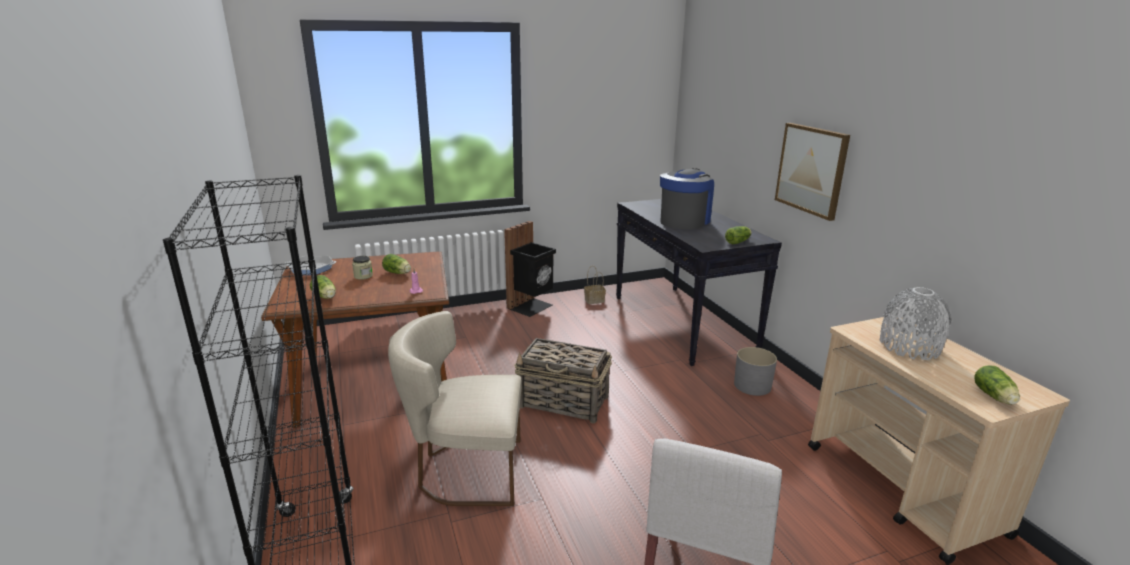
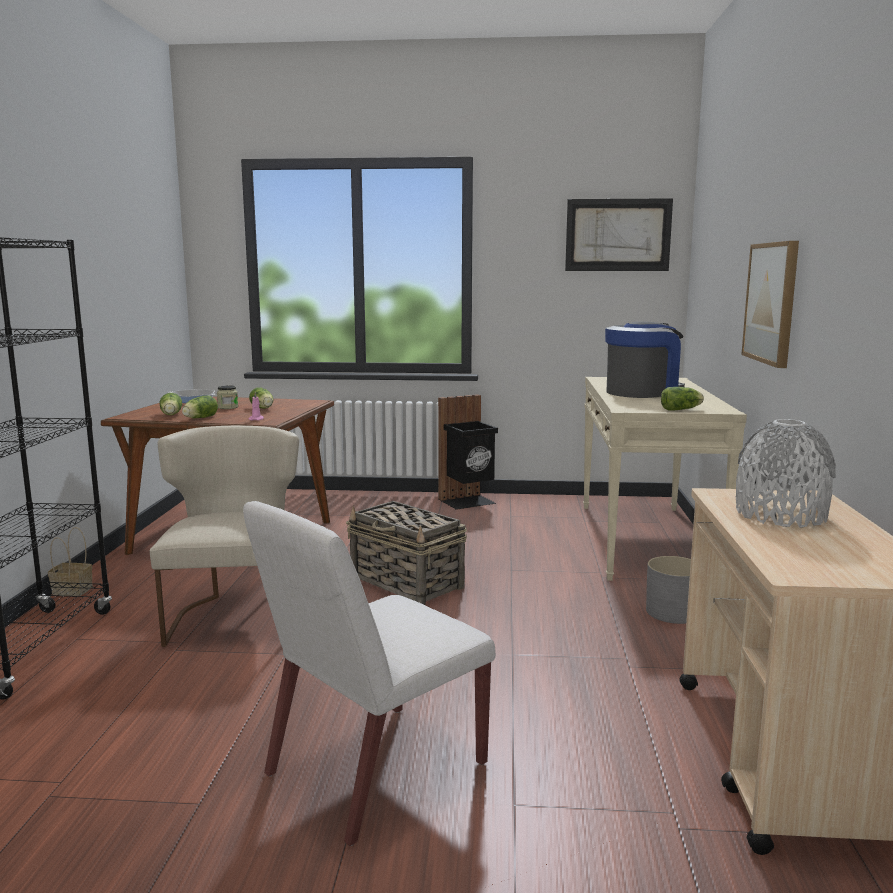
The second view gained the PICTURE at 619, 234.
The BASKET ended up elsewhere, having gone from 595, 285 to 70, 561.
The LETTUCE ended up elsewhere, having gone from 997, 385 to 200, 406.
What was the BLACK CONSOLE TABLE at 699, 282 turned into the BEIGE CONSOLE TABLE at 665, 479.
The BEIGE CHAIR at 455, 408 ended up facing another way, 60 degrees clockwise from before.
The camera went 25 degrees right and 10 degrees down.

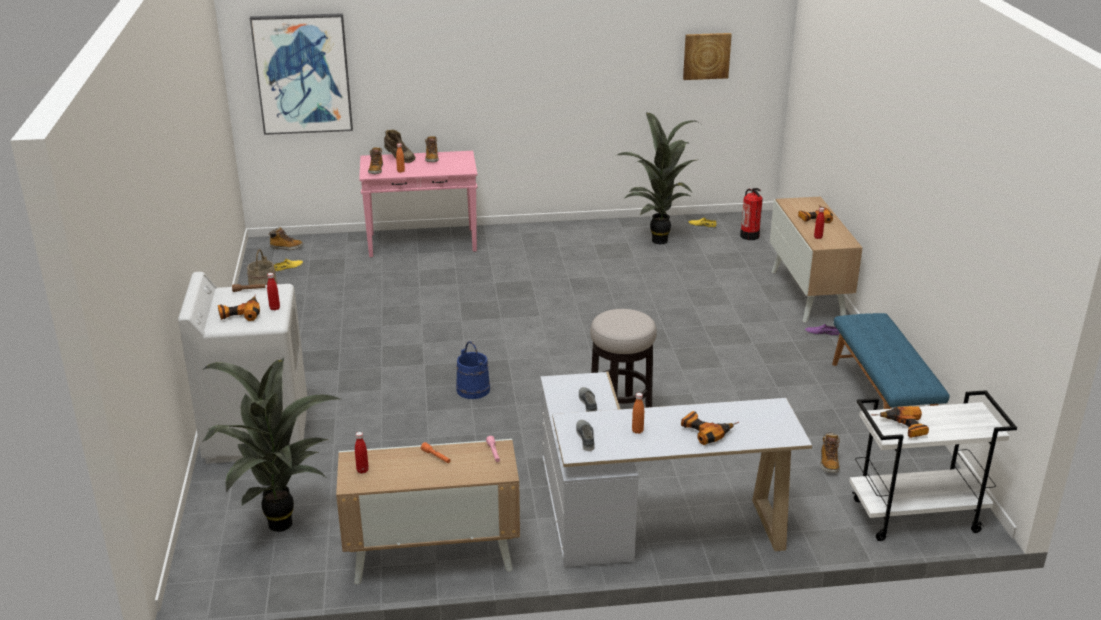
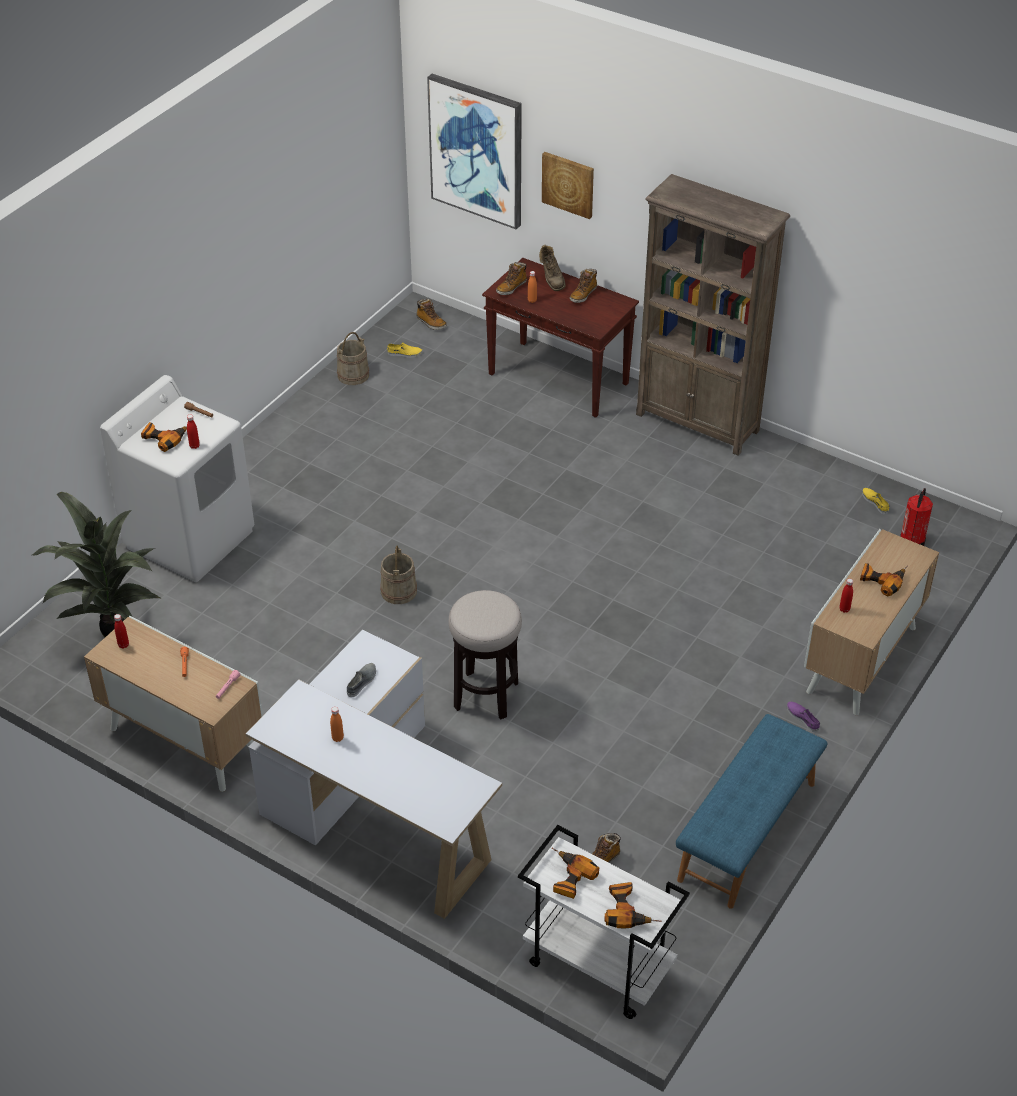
The second view lost the GREY SHOE at 585, 435.
The second view lost the POTTED PLANT at 657, 178.
The second view gained the BROWN BOOKCASE at 713, 315.
The POWER DRILL ended up elsewhere, having gone from 710, 428 to 632, 905.
The PICTURE ended up elsewhere, having gone from 707, 56 to 568, 185.
What was the PINK CONSOLE TABLE at 418, 204 turned into the BROWN CONSOLE TABLE at 560, 337.
What was the BLUE BUCKET at 473, 370 turned into the BEIGE BUCKET at 398, 574.
The camera went 40 degrees right and 15 degrees up.

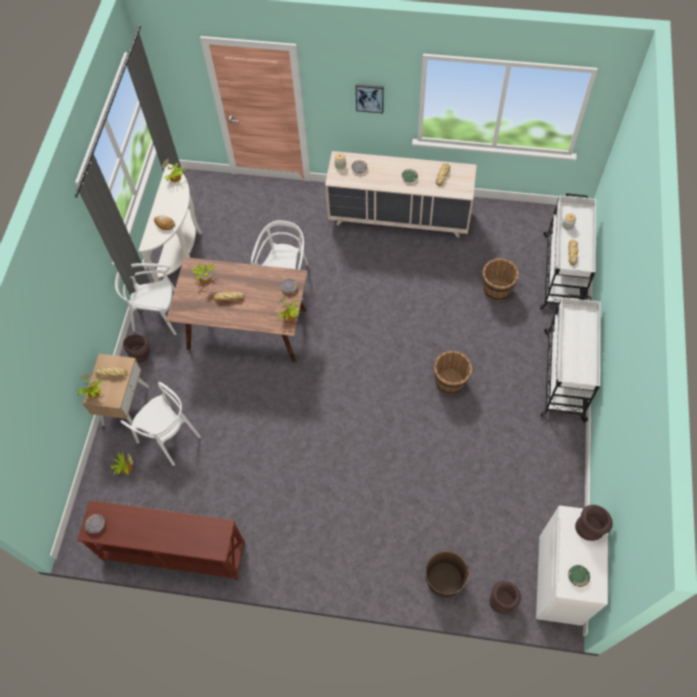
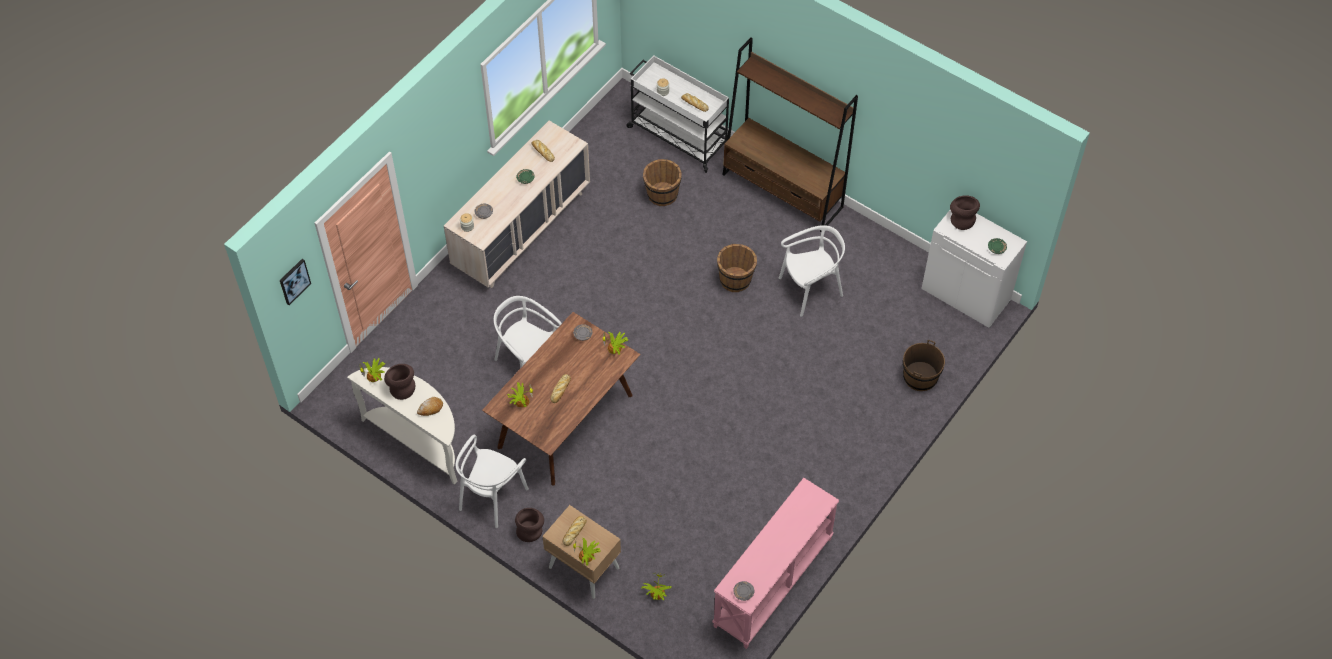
The WHITE CHAIR ended up elsewhere, having gone from 160, 424 to 812, 271.
The PICTURE ended up elsewhere, having gone from 370, 98 to 295, 282.
The BROWN VASE ended up elsewhere, having gone from 505, 597 to 399, 382.
Where the WHITE CART stood at 570, 358, the BROWN BOOKCASE came to stand at 790, 134.
What was the BROWN CONSOLE TABLE at 161, 540 turned into the PINK CONSOLE TABLE at 776, 563.
The camera went 65 degrees left and 5 degrees down.

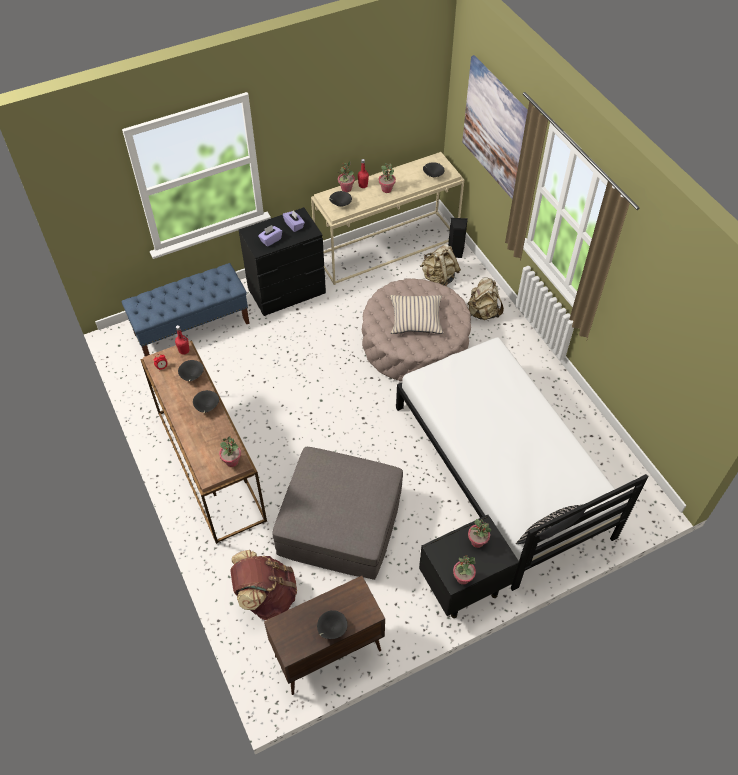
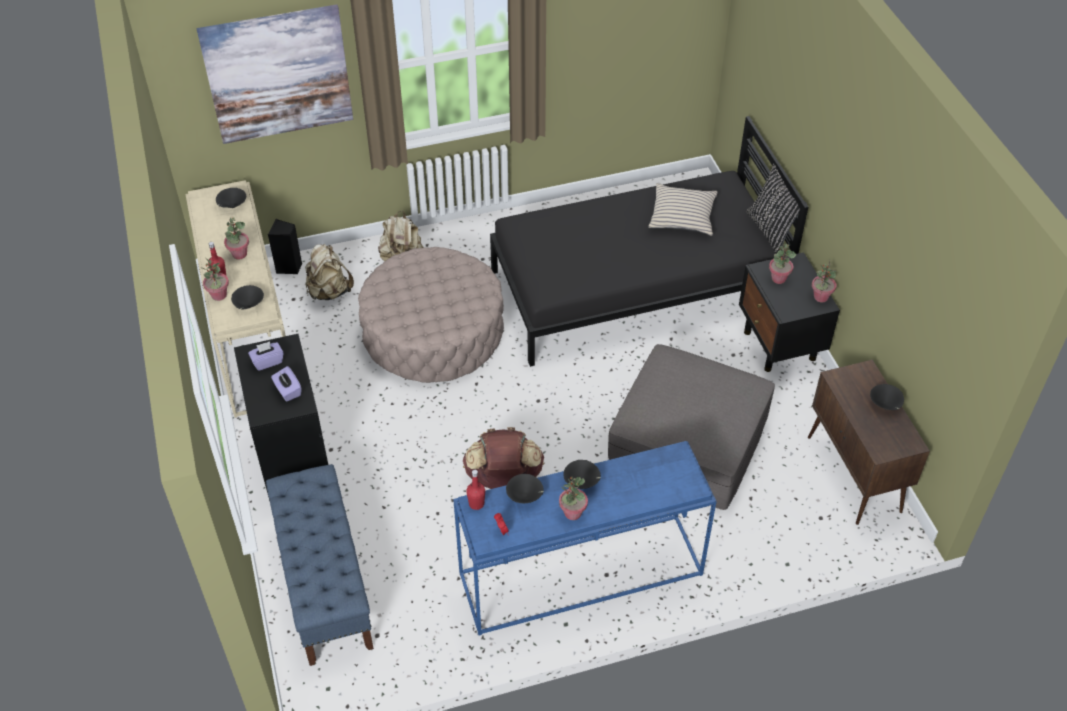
The POTTED PLANT ended up elsewhere, having gone from 230, 451 to 573, 498.
The BROWN BACKPACK ended up elsewhere, having gone from 263, 585 to 503, 458.
The BEIGE PILLOW ended up elsewhere, having gone from 417, 314 to 683, 209.
What was the BROWN CONSOLE TABLE at 203, 442 turned into the BLUE CONSOLE TABLE at 585, 538.
What was the WHITE BED at 522, 464 turned into the BLACK BED at 649, 241.
The camera went 80 degrees left and 5 degrees down.

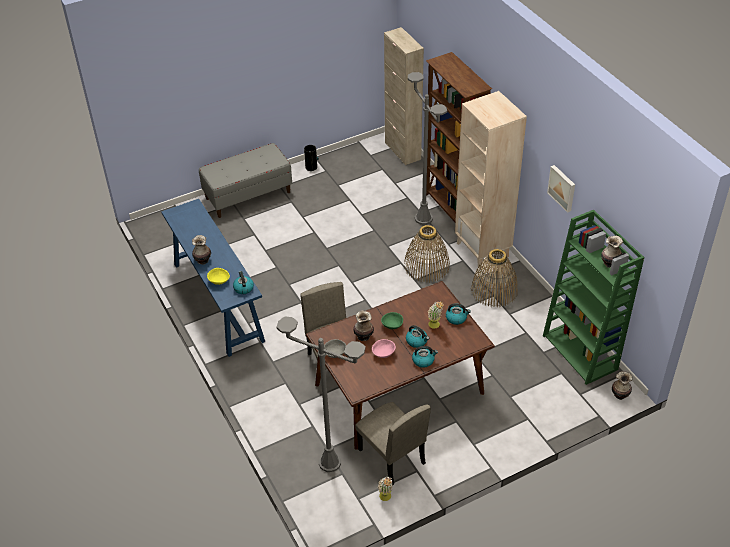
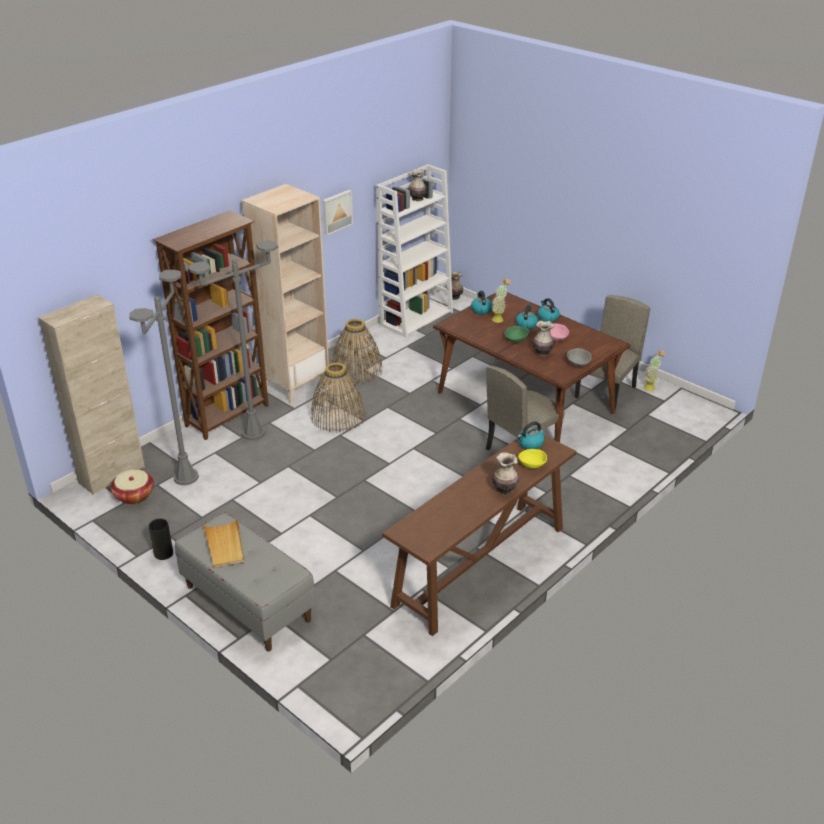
The second view gained the BASKET at 132, 487.
The second view gained the BEIGE TRAY at 223, 543.
The GREY FLOOR LAMP ended up elsewhere, having gone from 321, 394 to 164, 377.
What was the BLUE CONSOLE TABLE at 213, 278 turned into the BROWN CONSOLE TABLE at 479, 535.
What was the GREEN BOOKCASE at 593, 297 turned into the WHITE BOOKCASE at 414, 251.
The camera went 110 degrees left and 10 degrees down.

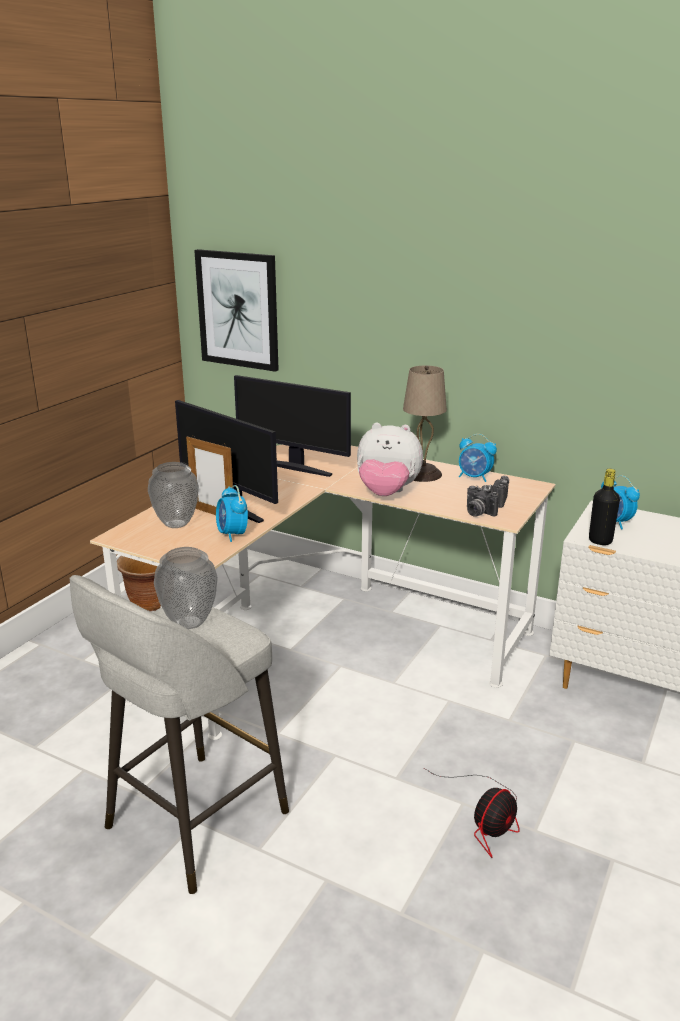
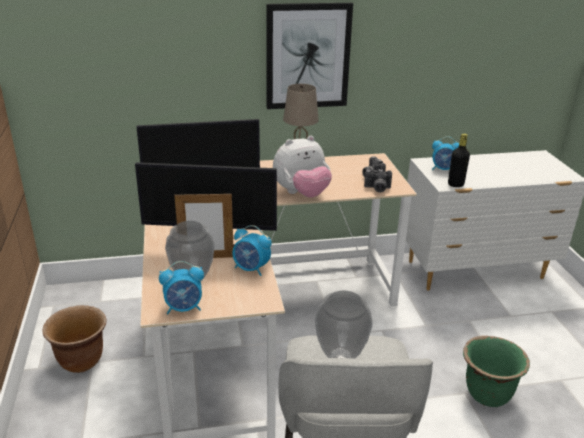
The PICTURE ended up elsewhere, having gone from 236, 310 to 309, 56.
The ALARM CLOCK ended up elsewhere, having gone from 478, 458 to 181, 288.
Where the FAN stood at 472, 813, the GREEN PLANTER came to stand at 496, 371.
The camera went 40 degrees left and 5 degrees up.

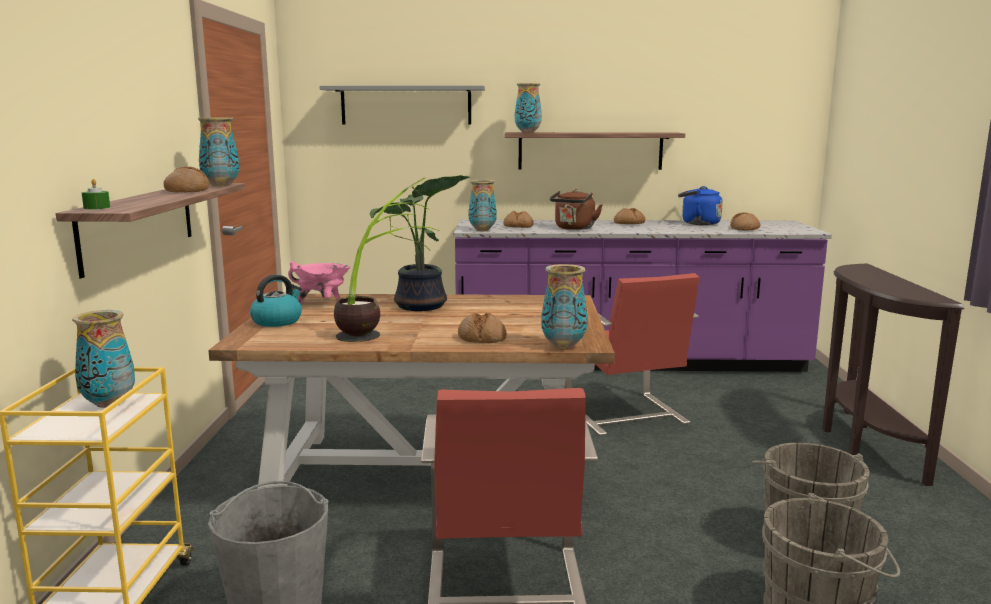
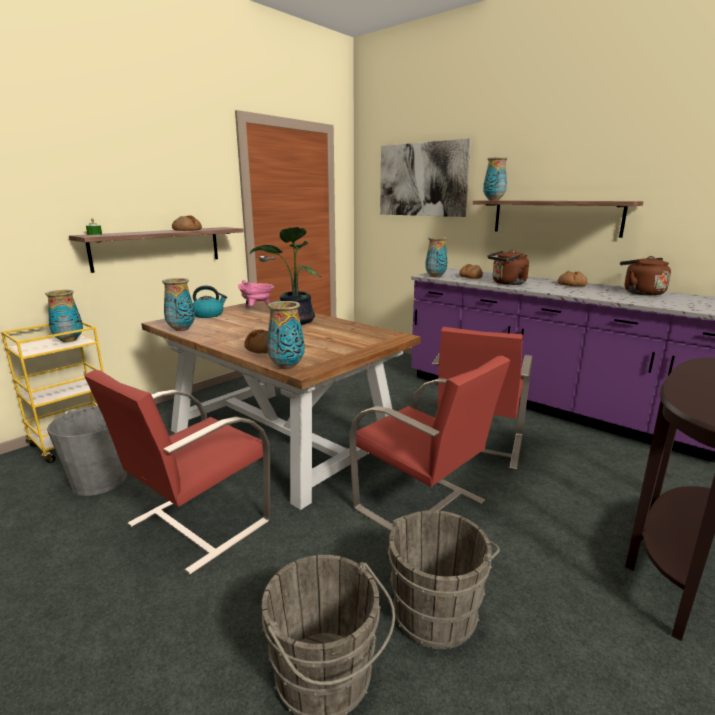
The second view lost the POTTED PLANT at 387, 260.
The second view lost the BREAD at 745, 221.
The second view gained the RED CHAIR at 430, 444.
The VASE ended up elsewhere, having gone from 219, 151 to 178, 304.
Where the GREY SHELF hung at 402, 105, the PICTURE came to hang at 425, 177.
What was the BLUE KETTLE at 700, 205 turned into the BROWN KETTLE at 645, 276.
The camera went 40 degrees right and 5 degrees up.

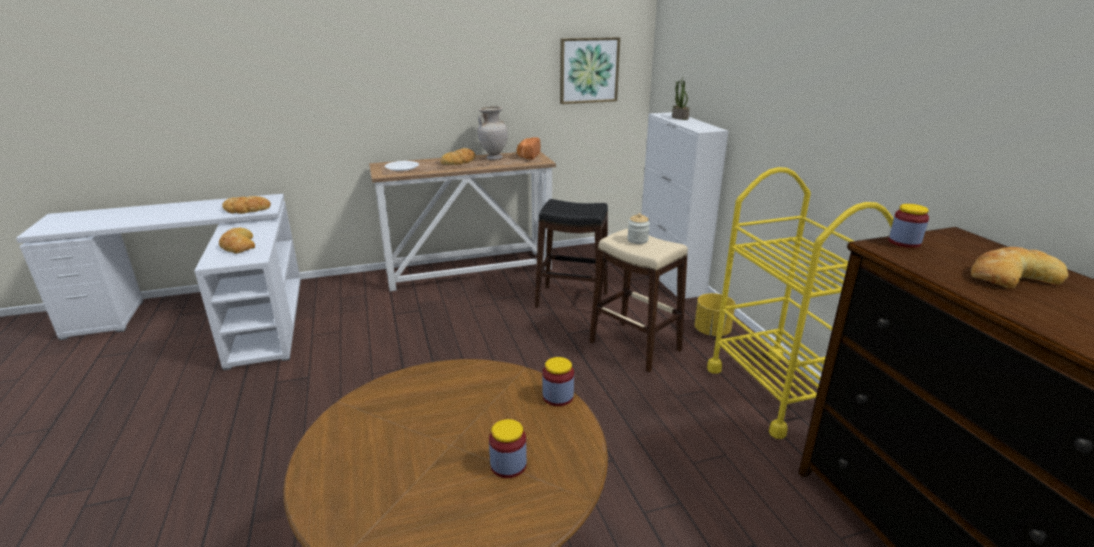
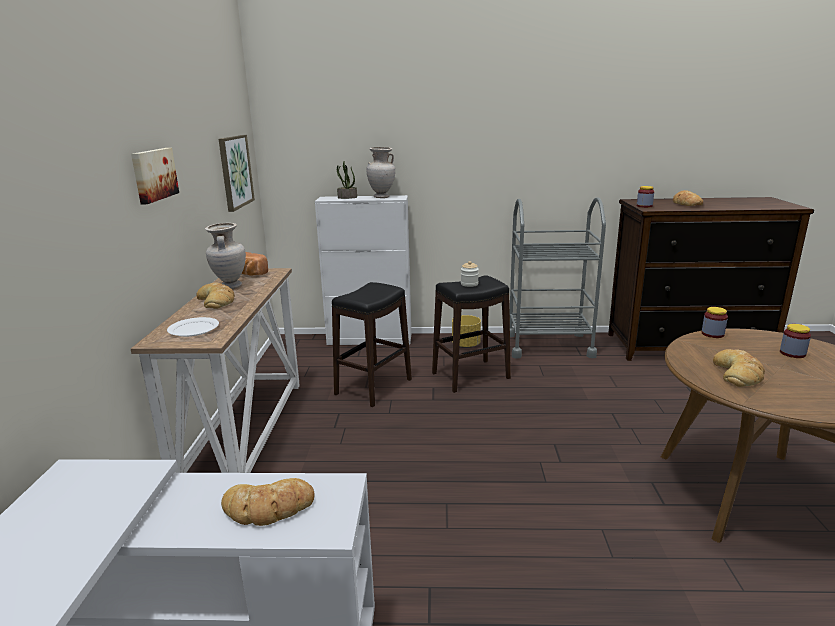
The second view gained the PICTURE at 155, 176.
The second view gained the BEIGE VASE at 380, 172.
The BREAD ended up elsewhere, having gone from 246, 205 to 739, 368.
What was the BEIGE STOOL at 638, 300 turned into the BLACK STOOL at 471, 334.
What was the YELLOW CART at 800, 303 turned into the GREY CART at 558, 278.
The camera went 70 degrees left and 5 degrees down.

